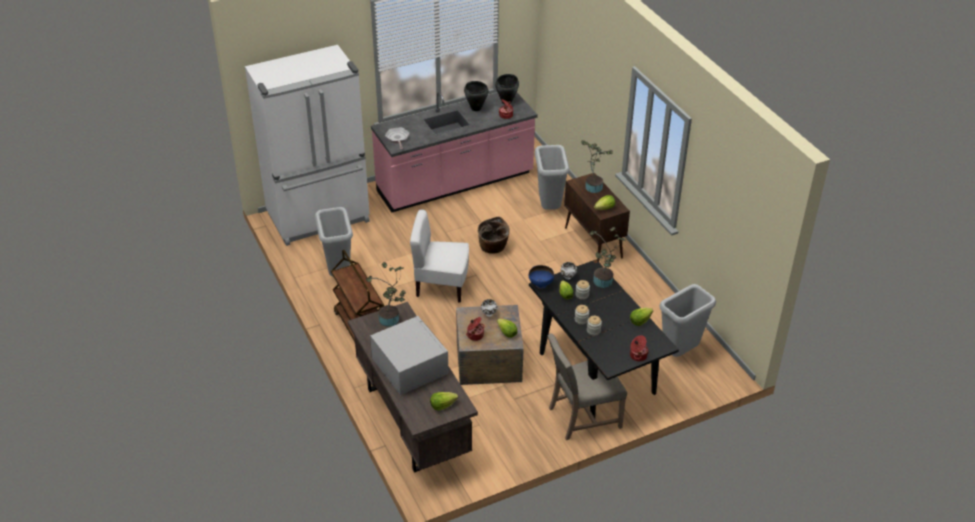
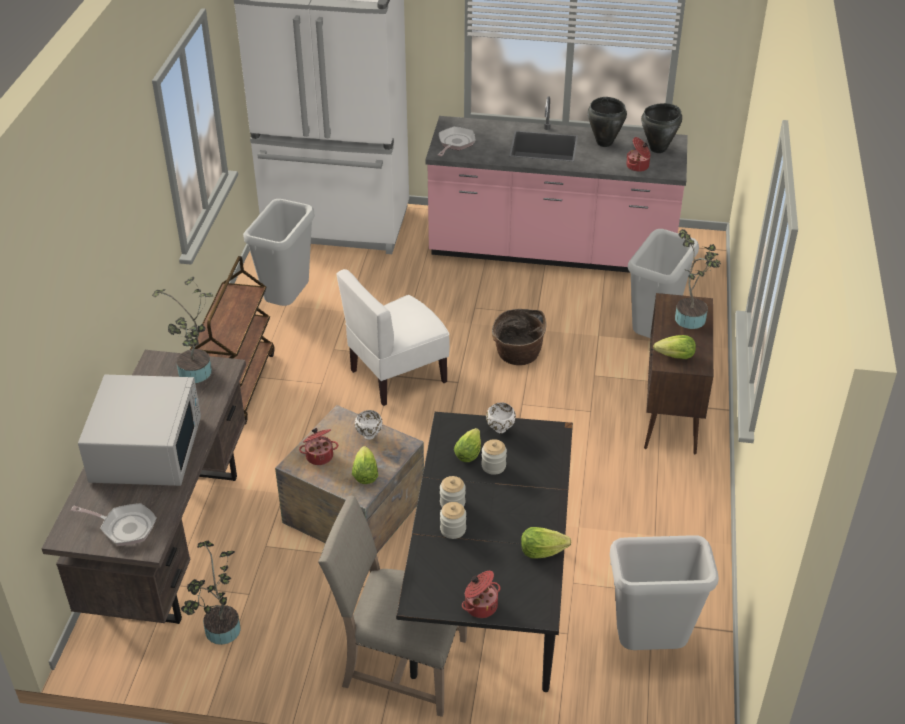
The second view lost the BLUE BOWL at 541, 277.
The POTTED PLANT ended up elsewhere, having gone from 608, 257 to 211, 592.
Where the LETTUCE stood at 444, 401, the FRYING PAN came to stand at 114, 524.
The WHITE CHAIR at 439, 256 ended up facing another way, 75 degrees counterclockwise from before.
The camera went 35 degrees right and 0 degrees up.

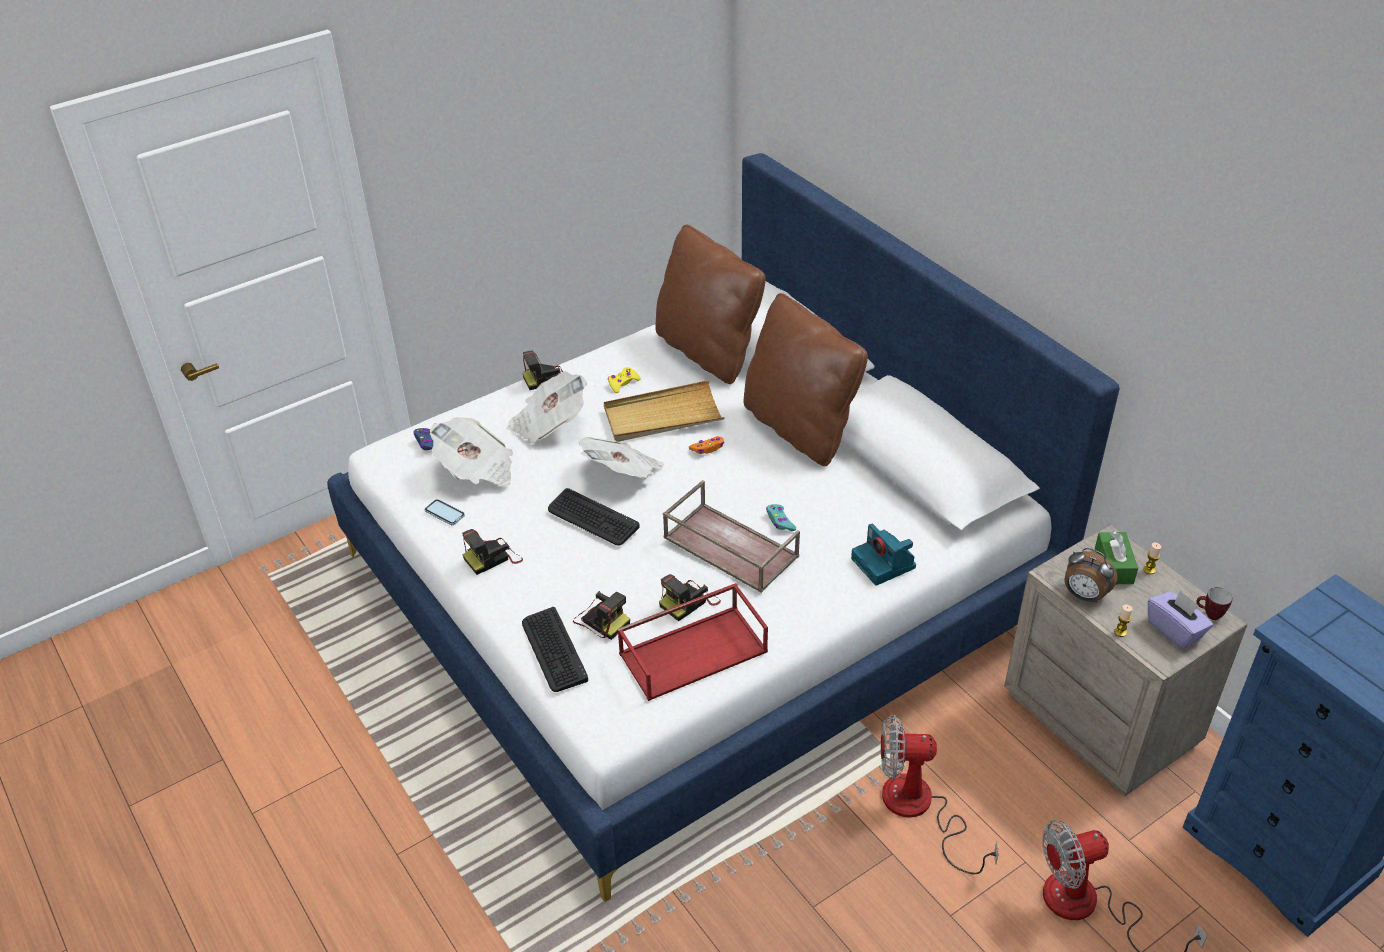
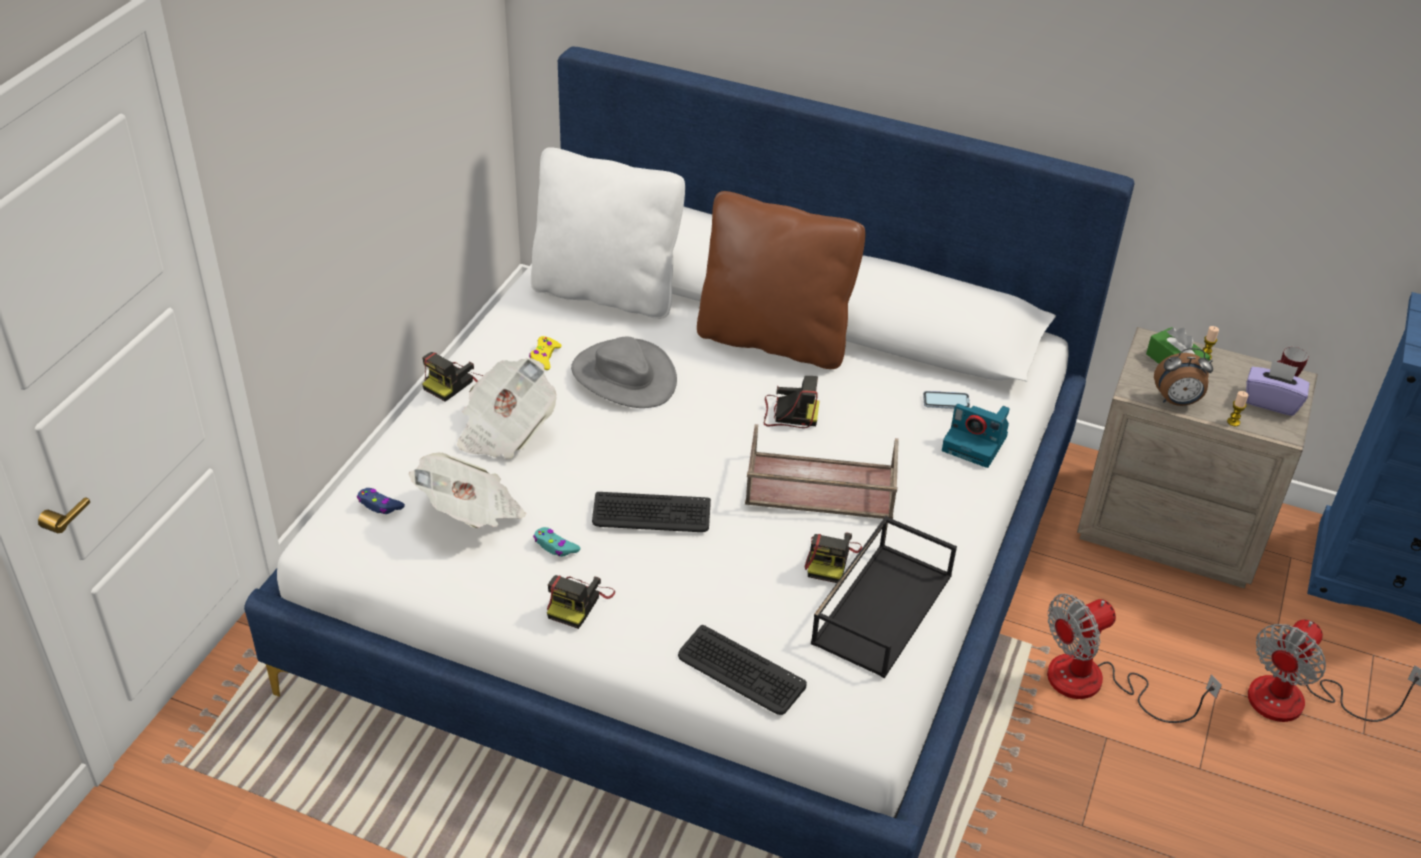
The second view lost the NEWSPAPER at 621, 457.
The second view lost the ORANGE GAME CONTROLLER at 706, 445.
The PHONE ended up elsewhere, having gone from 445, 512 to 946, 400.
The PHOTO CAMERA ended up elsewhere, having gone from 601, 615 to 792, 402.
The TURQUOISE GAME CONTROLLER ended up elsewhere, having gone from 781, 517 to 557, 542.
Where the BEIGE TRAY stood at 664, 411, the GREY HAT came to stand at 624, 372.
What was the RED TRAY at 692, 642 turned into the BLACK TRAY at 884, 597.
What was the BROWN PILLOW at 710, 304 turned into the WHITE PILLOW at 608, 233.
The camera went 35 degrees left and 0 degrees up.

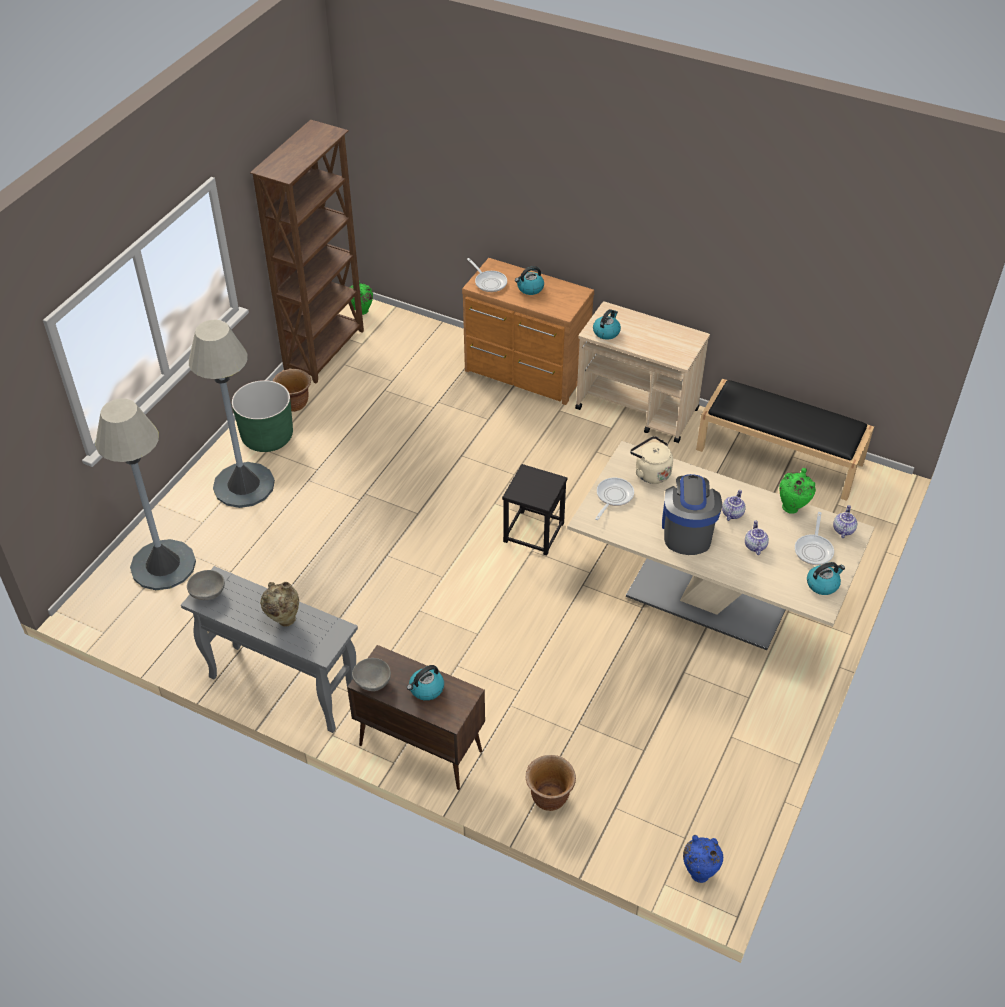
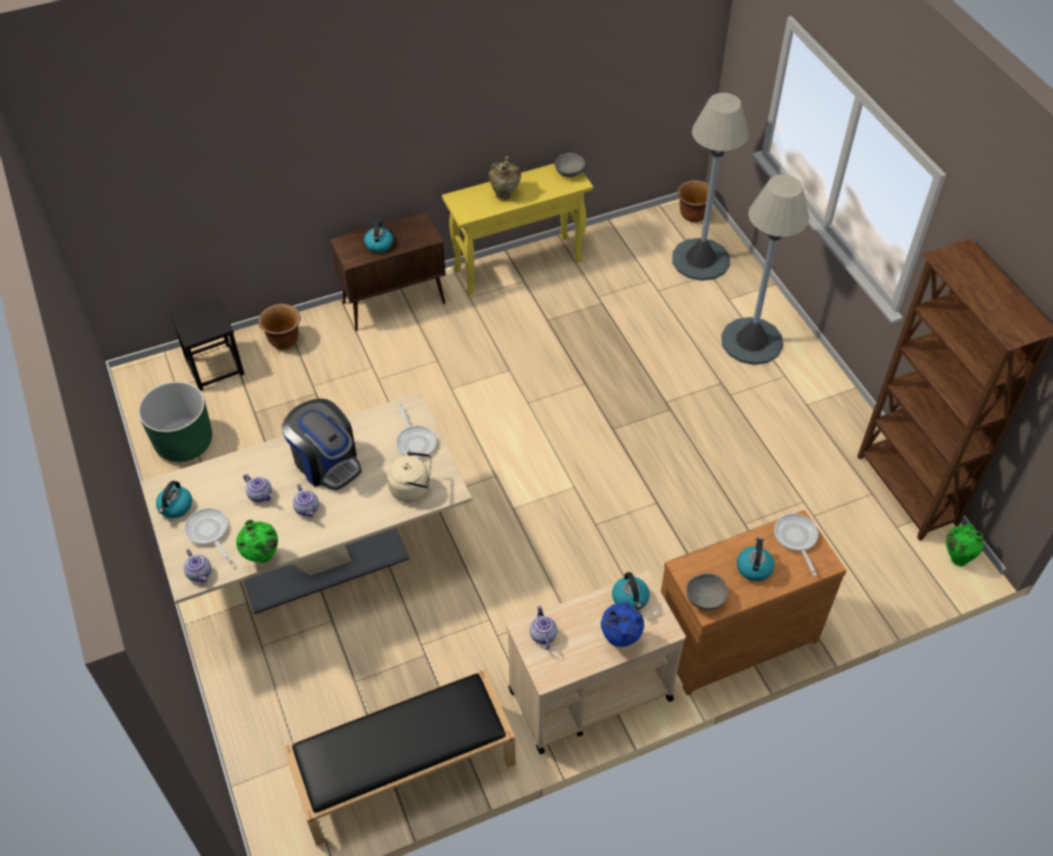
The second view gained the TEAPOT at 543, 627.
The GREEN PLANTER ended up elsewhere, having gone from 262, 416 to 175, 421.
The BROWN PLANTER ended up elsewhere, having gone from 292, 390 to 696, 201.
The GREY BOWL ended up elsewhere, having gone from 371, 674 to 707, 591.
The BLACK STOOL ended up elsewhere, having gone from 534, 510 to 207, 344.
The BLUE VASE ended up elsewhere, having gone from 703, 859 to 622, 624.
What was the GREY CONSOLE TABLE at 269, 649 turned into the YELLOW CONSOLE TABLE at 517, 229.
The FRYING PAN at 487, 275 ended up facing another way, 75 degrees clockwise from before.
The camera went 130 degrees right and 5 degrees up.

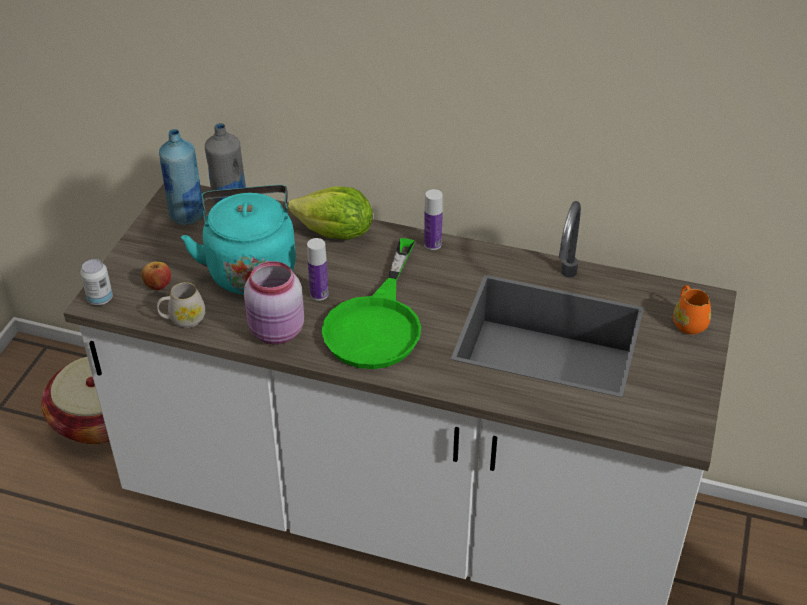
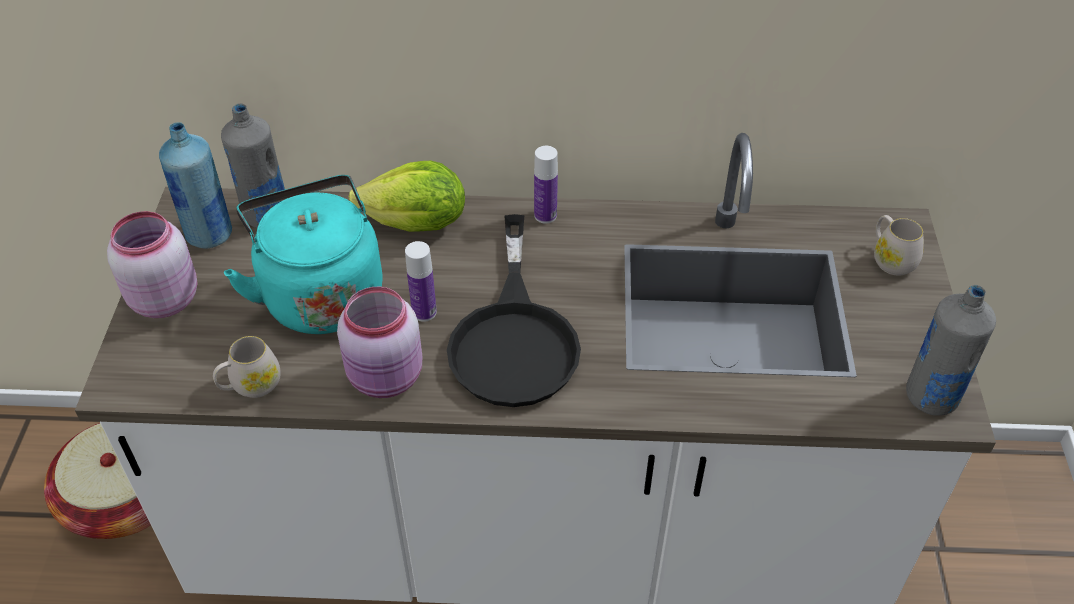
The second view lost the CAN at 96, 282.
The second view lost the APPLE at 156, 276.
The second view gained the PINK JAR at 152, 264.
The second view gained the GREY BOTTLE at 951, 350.
What was the GREEN FRYING PAN at 371, 303 turned into the BLACK FRYING PAN at 514, 310.
What was the ORANGE MUG at 692, 309 turned into the WHITE MUG at 899, 245.
The camera went 15 degrees left and 5 degrees up.

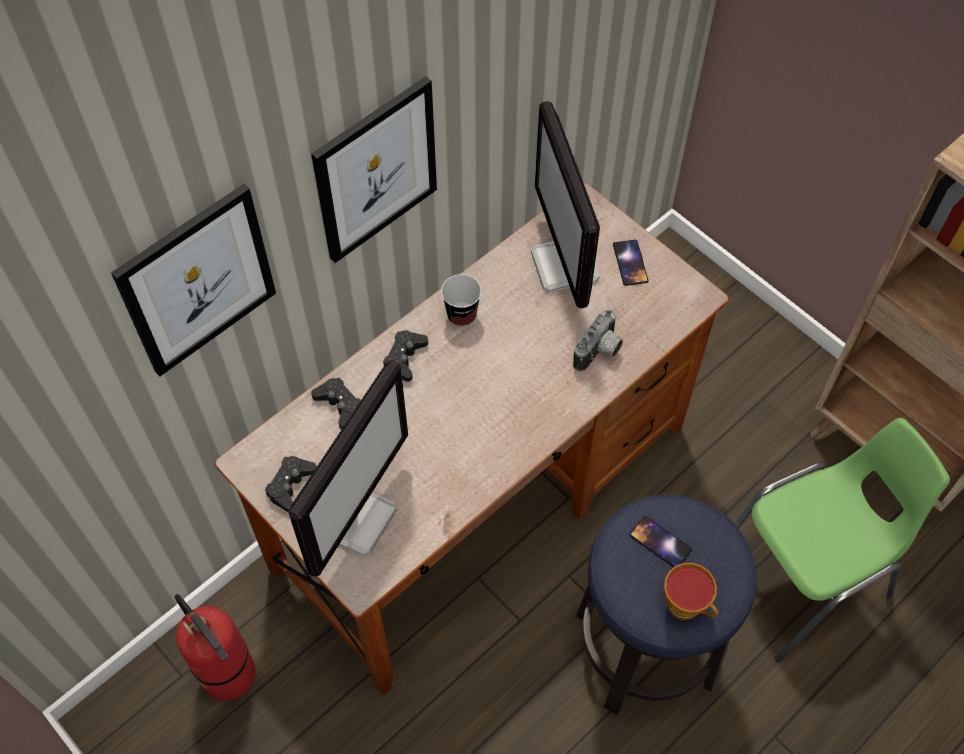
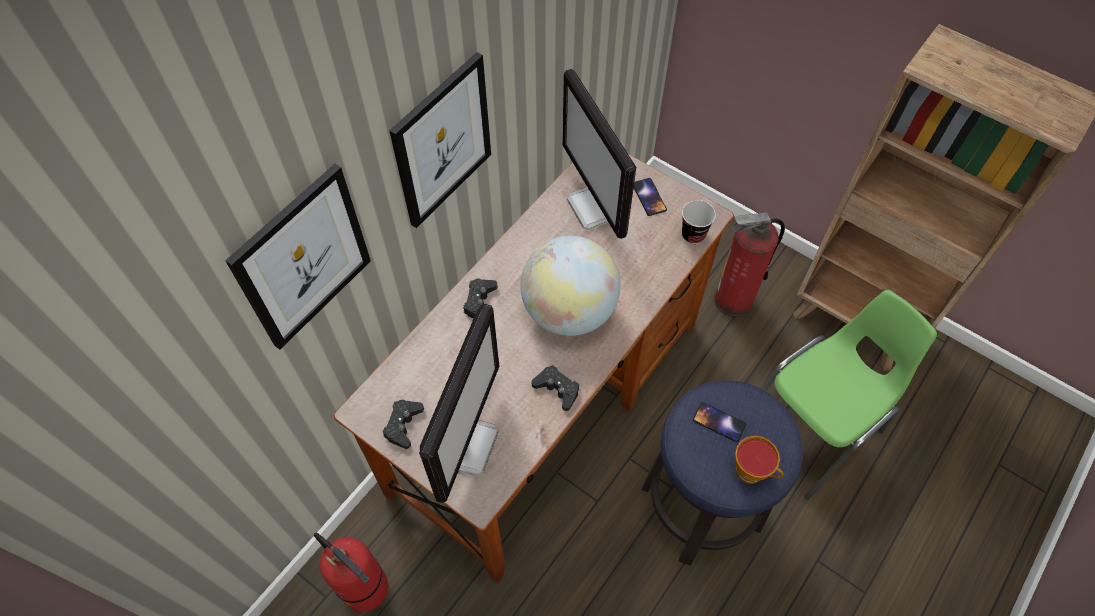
The second view lost the PHOTO CAMERA at 598, 340.
The second view gained the GLOBE at 570, 286.
The second view gained the FIRE EXTINGUISHER at 749, 264.
The BLACK GAME CONTROLLER ended up elsewhere, having gone from 336, 404 to 555, 388.
The CUP ended up elsewhere, having gone from 461, 300 to 699, 222.
The camera went 10 degrees left and 0 degrees up.

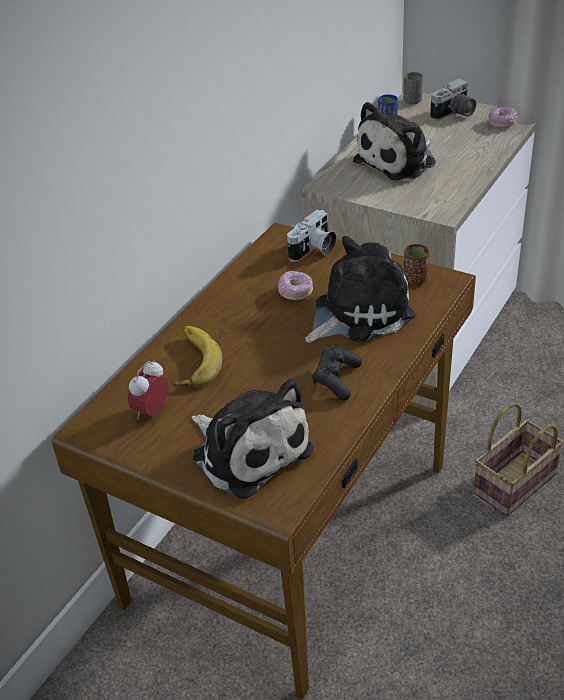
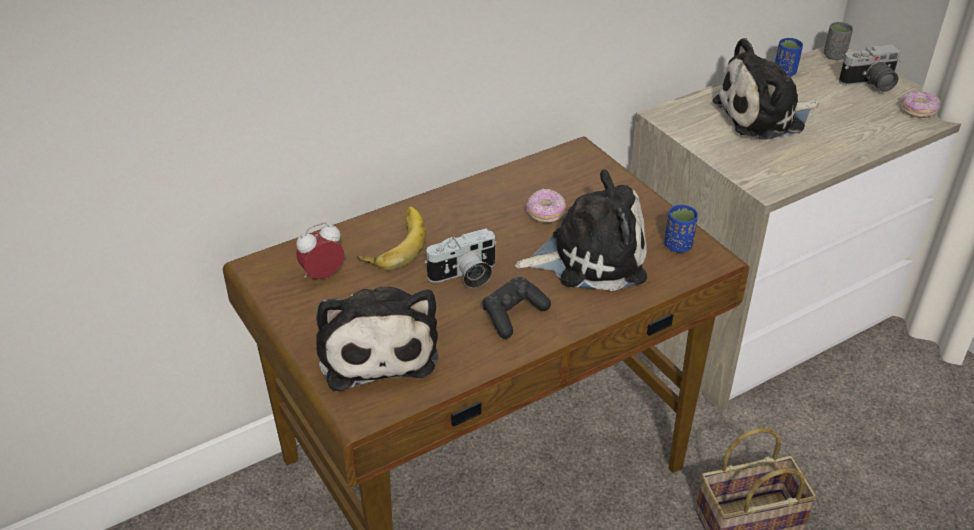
The PHOTO CAMERA ended up elsewhere, having gone from 312, 236 to 461, 258.
What was the BROWN CUP at 416, 264 turned into the BLUE CUP at 681, 229.
The camera went 25 degrees right and 0 degrees up.

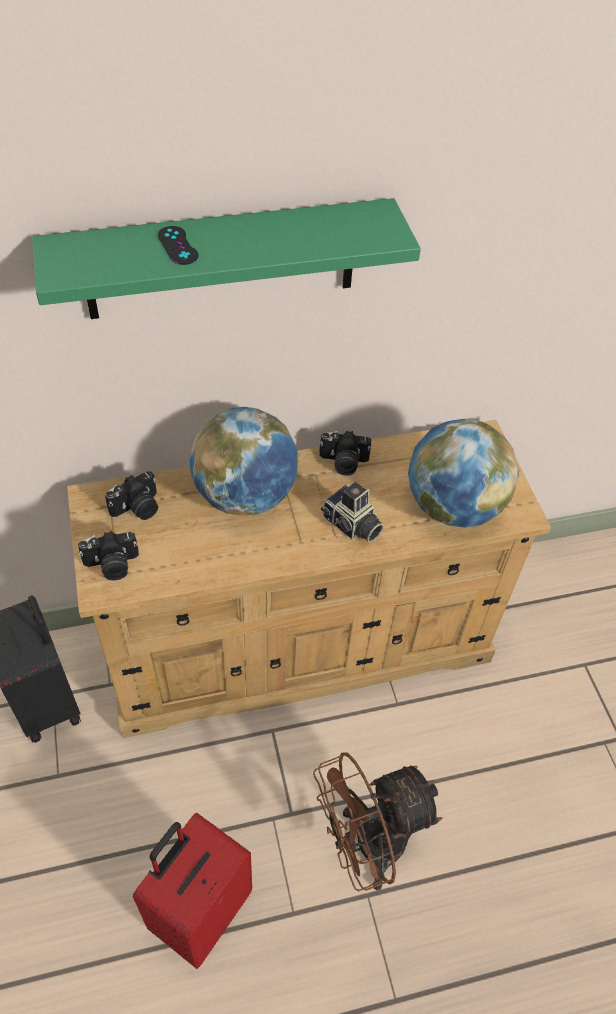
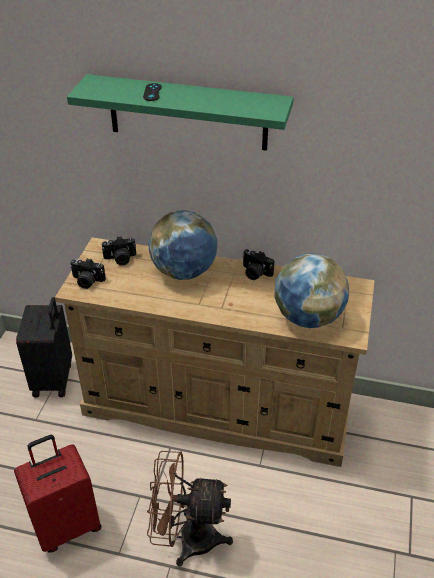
The second view lost the PHOTO CAMERA at 352, 512.
The camera went 30 degrees right and 10 degrees down.

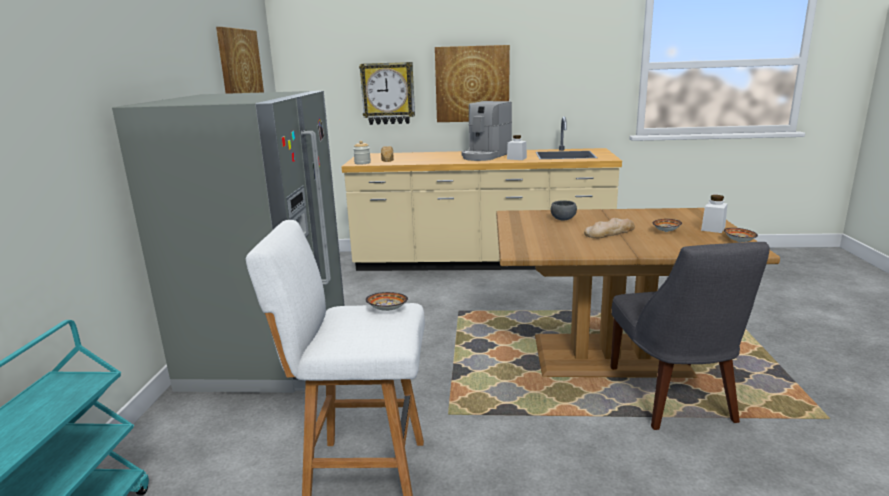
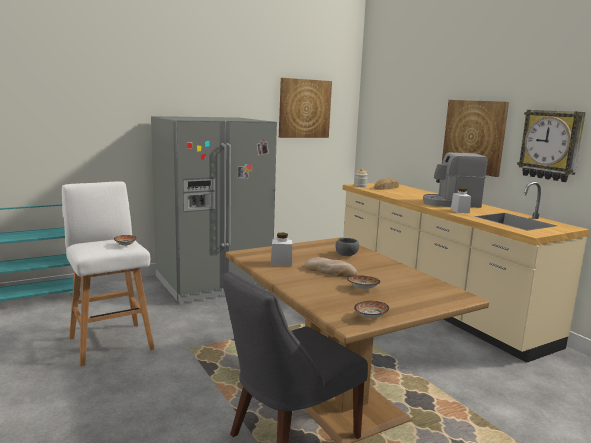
The WALL CLOCK ended up elsewhere, having gone from 387, 93 to 551, 146.
The WHITE JAR ended up elsewhere, having gone from 714, 214 to 281, 249.
The camera went 55 degrees right and 5 degrees down.

